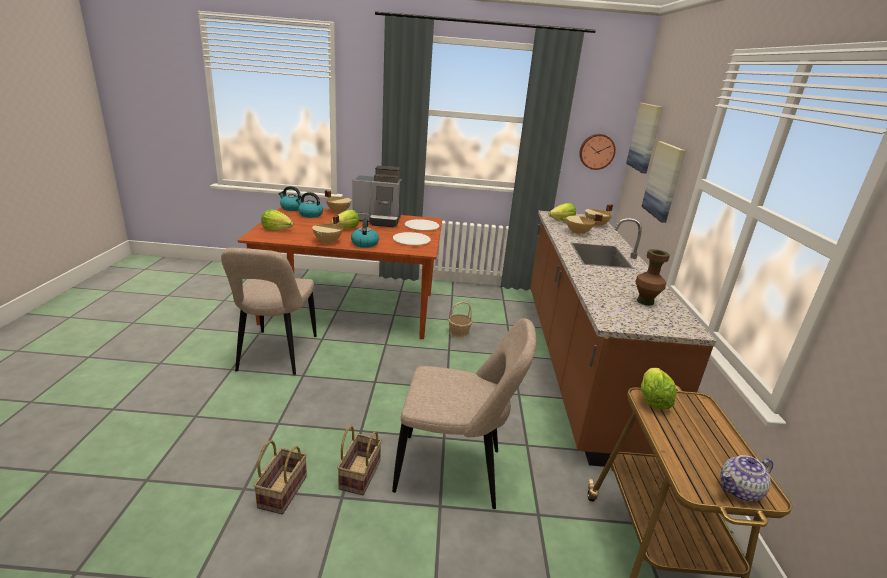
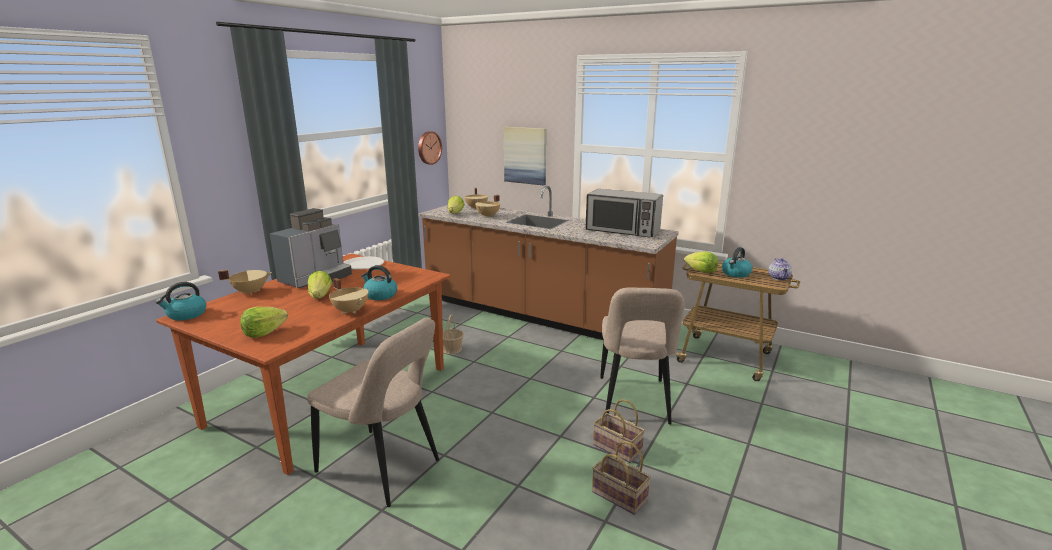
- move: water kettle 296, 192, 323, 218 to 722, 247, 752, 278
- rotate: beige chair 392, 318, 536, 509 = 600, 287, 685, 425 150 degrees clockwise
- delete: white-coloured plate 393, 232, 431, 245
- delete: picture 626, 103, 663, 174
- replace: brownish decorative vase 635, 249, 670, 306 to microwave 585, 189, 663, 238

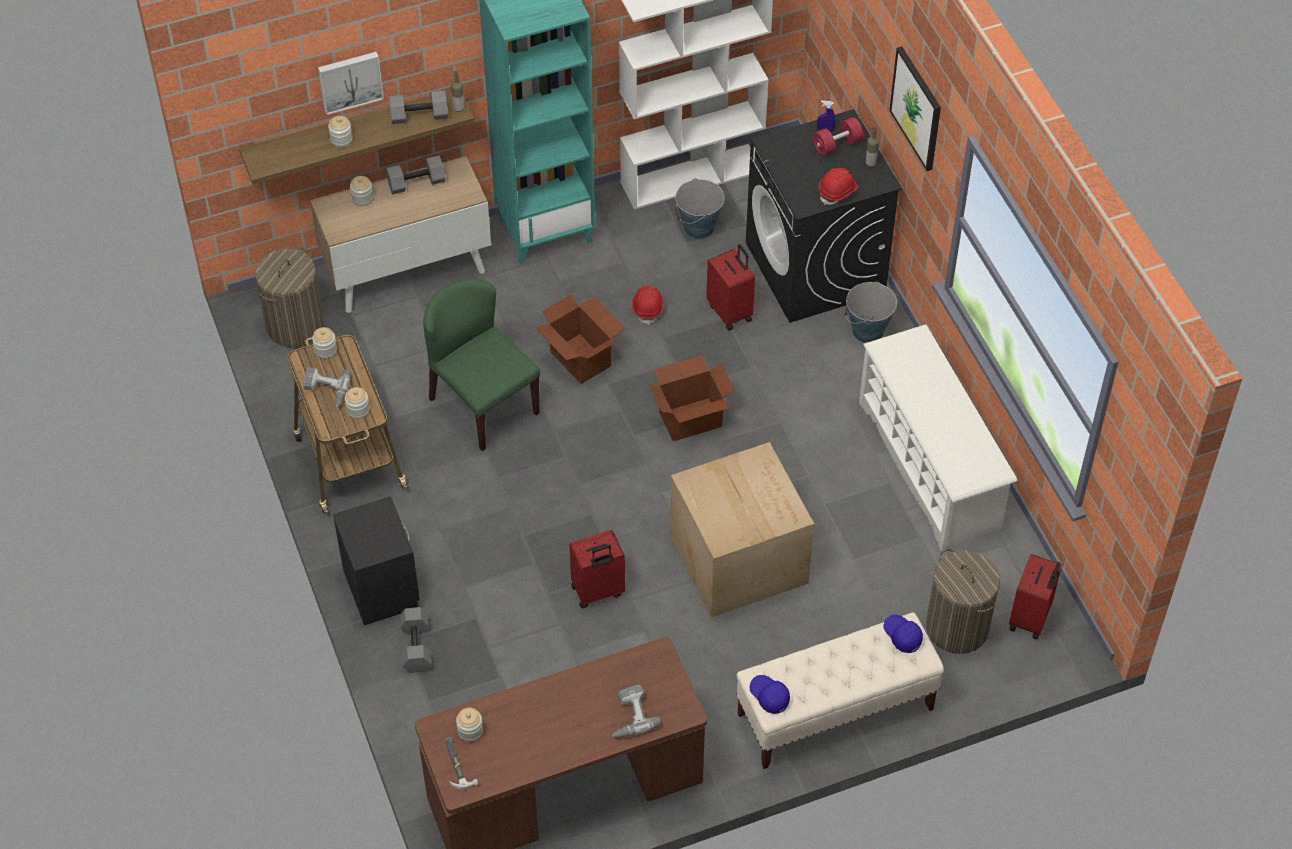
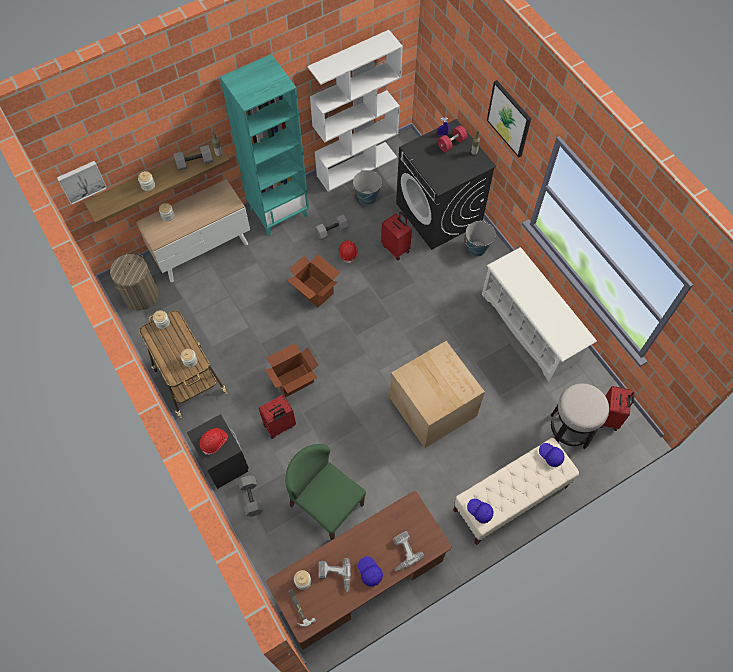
- move: power drill 303, 367, 351, 407 to 319, 558, 351, 592
- move: picture 318, 52, 384, 115 to 57, 161, 107, 205
- move: greyish dumbbell 386, 156, 446, 194 to 314, 214, 349, 240
- move: greenish chair 423, 279, 540, 451 to 285, 444, 366, 540
- move: reddish travel case 570, 530, 625, 608 to 259, 395, 296, 439
- move: cardboard box 649, 356, 734, 441 to 265, 343, 318, 397
- move: reddish hard hat 818, 168, 859, 205 to 200, 428, 228, 455
- replace: laundry basket 926, 549, 1000, 654 to sitting stool 550, 383, 609, 449
- insert: bluish baseball cap 358, 556, 383, 587

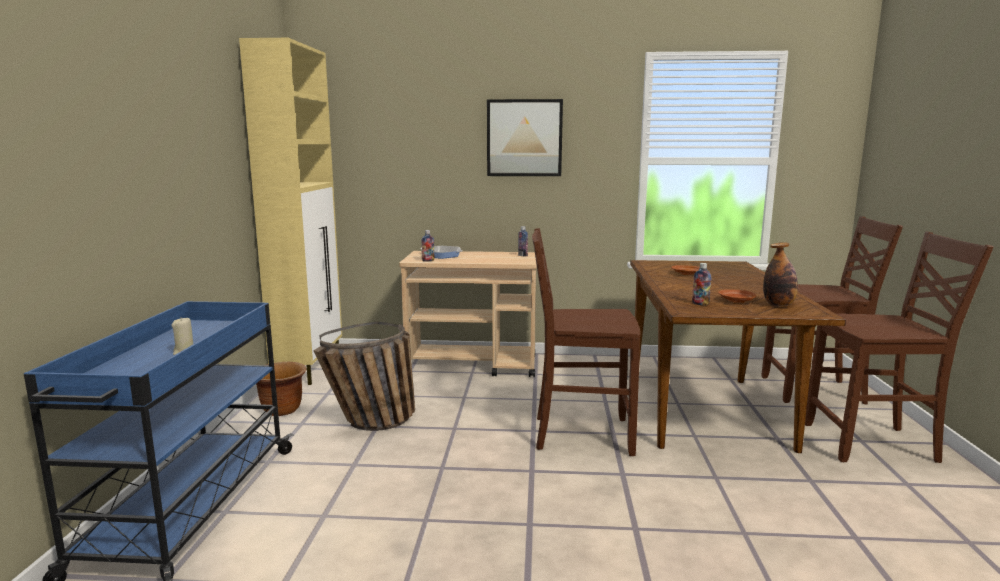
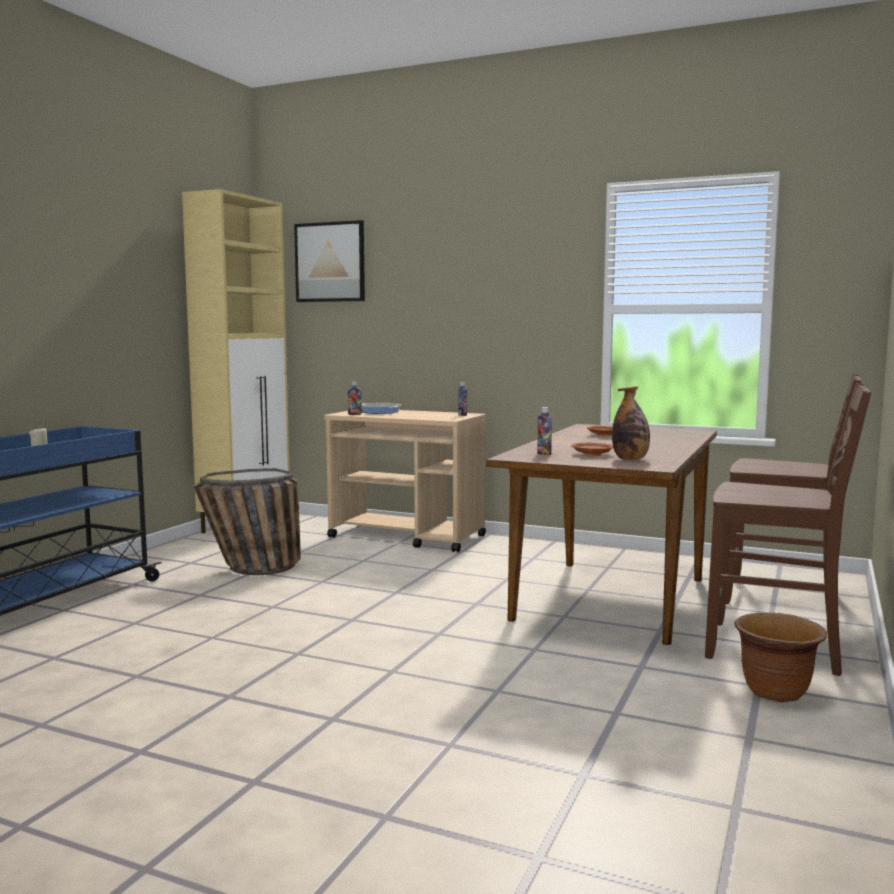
- move: brownish flower pot 256, 362, 306, 416 to 735, 613, 827, 702
- move: picture 487, 99, 563, 176 to 294, 220, 365, 302
- delete: brownish chair 532, 228, 640, 456

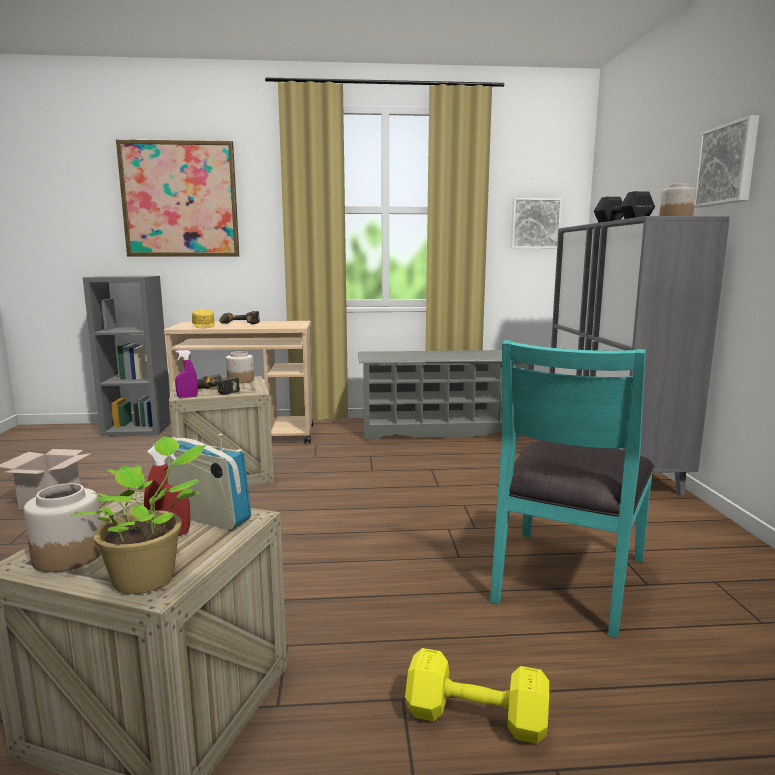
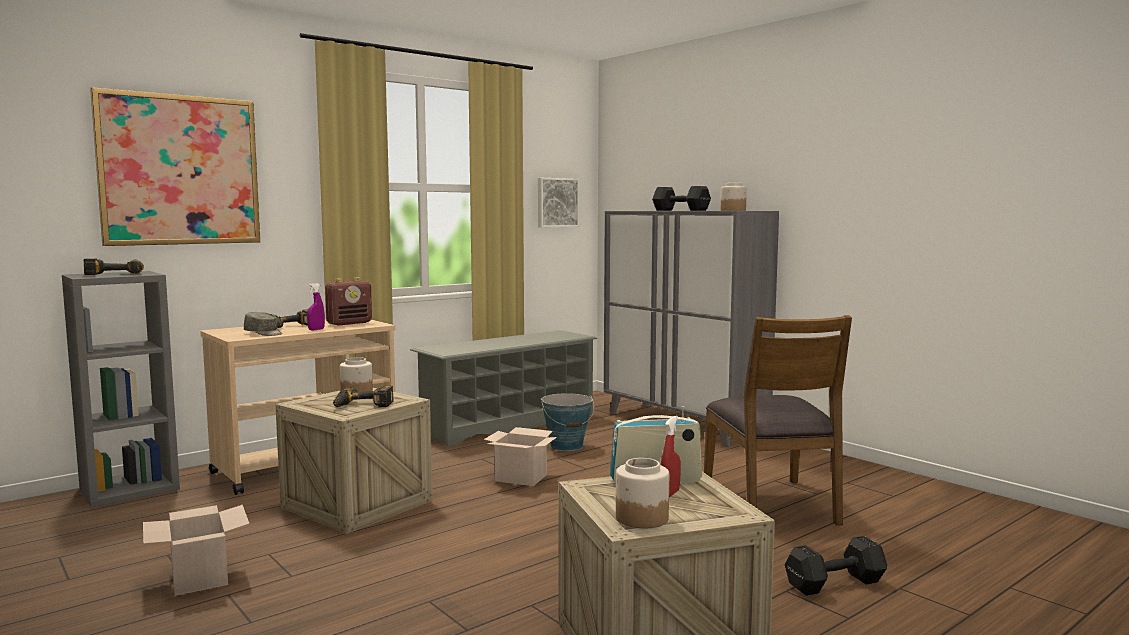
- delete: plant in a pot 70, 436, 206, 594
- move: purple-coloured hand sprayer 175, 350, 198, 398 to 307, 283, 325, 330
- recolor: yellowish baseball cap 192, 309, 215, 328 to greyish baseball cap 244, 312, 282, 336
- recolor: yellowish dumbbell 405, 648, 549, 744 to blackish dumbbell 785, 536, 887, 596
- recolor: blue-green chair 490, 340, 654, 638 to brownish chair 704, 315, 852, 526
- delete: picture 694, 115, 759, 207
- insert: power drill 84, 258, 144, 275
- insert: radio 325, 278, 372, 326
- insert: cardboard box 484, 427, 557, 486
- insert: water bucket 541, 393, 594, 451

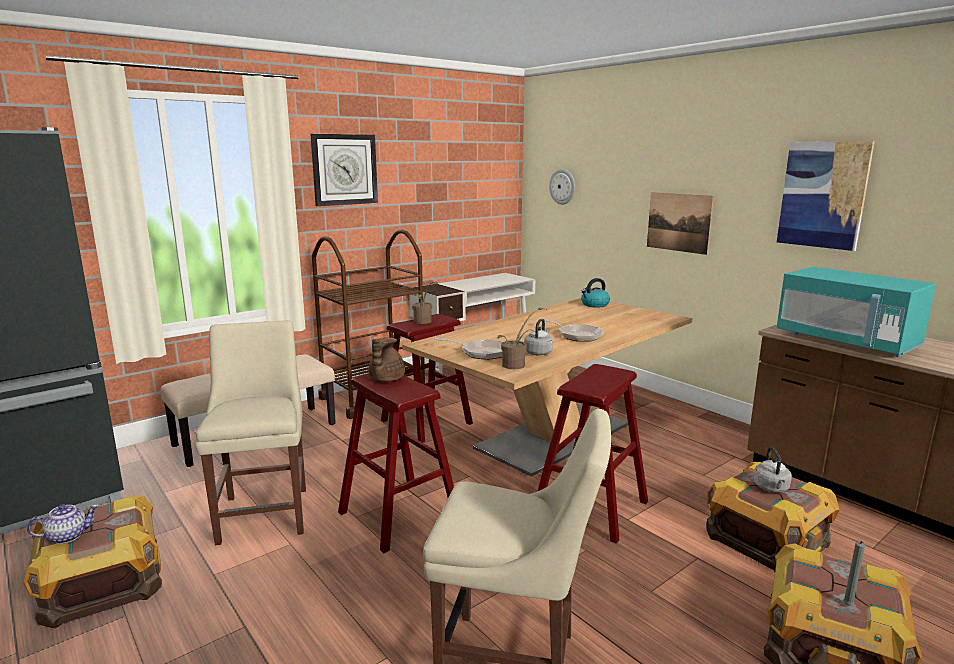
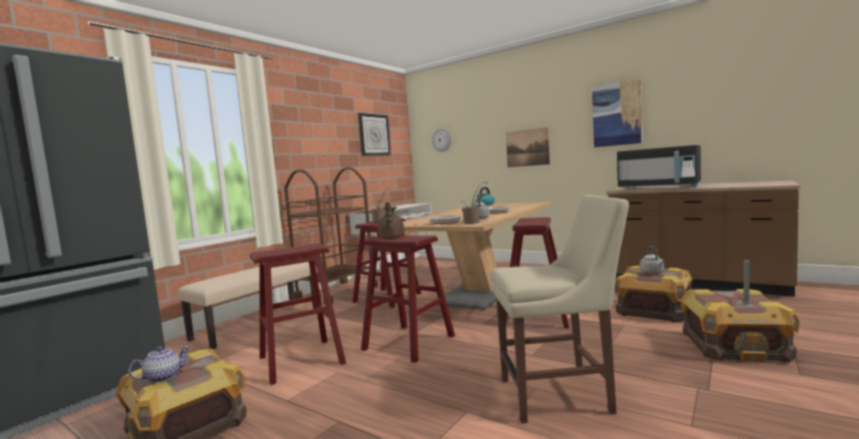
- replace: beige chair 196, 320, 306, 545 to reddish sitting stool 250, 243, 346, 385
- move: wall clock 310, 134, 378, 206 to 358, 113, 391, 156
- recolor: blue-green microwave 777, 267, 936, 357 to blackish microwave 617, 145, 701, 190

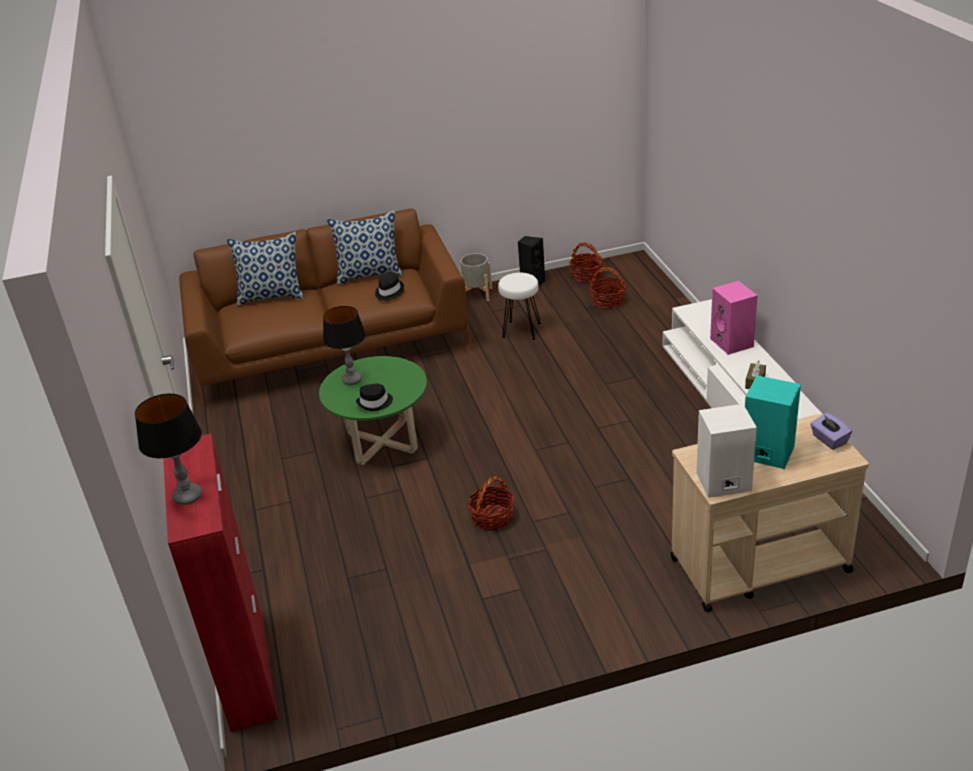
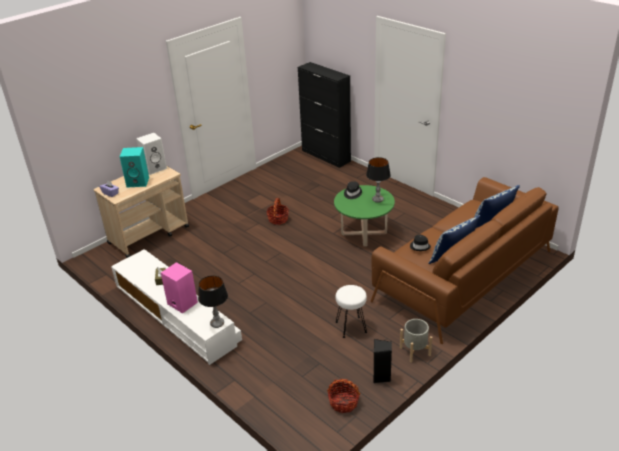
- move: tabletop lamp 135, 393, 202, 505 to 198, 276, 228, 328
- recolor: reddish storage cabinet 163, 433, 278, 732 to blackish storage cabinet 298, 62, 351, 168
- delete: basket 590, 267, 626, 308

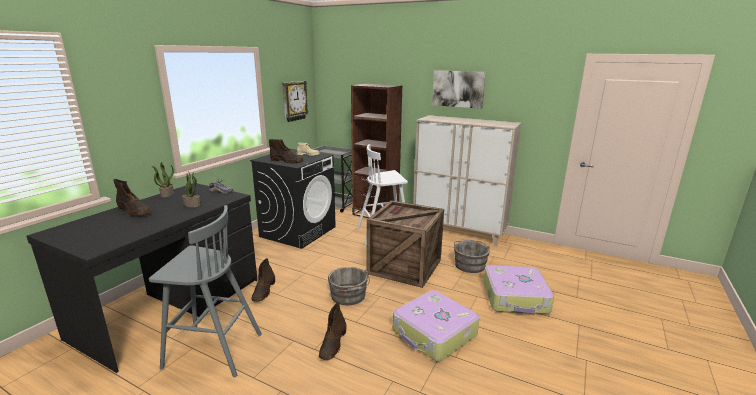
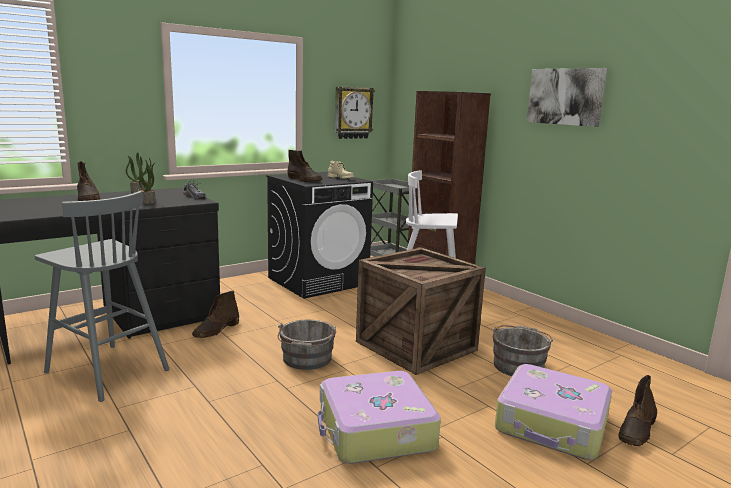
- move: brownish high-top boot 319, 302, 347, 360 to 619, 375, 657, 446
- delete: beige storage cabinet 413, 115, 521, 246

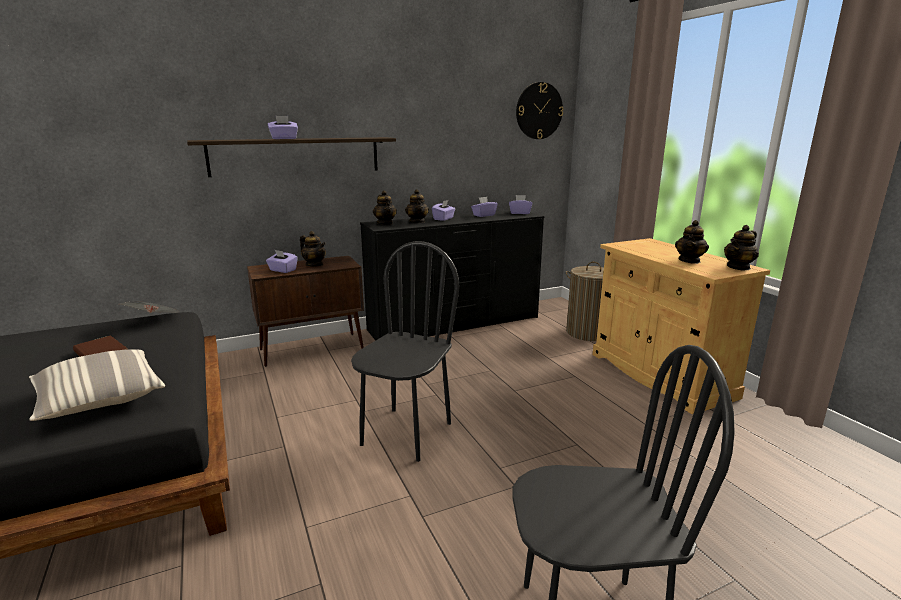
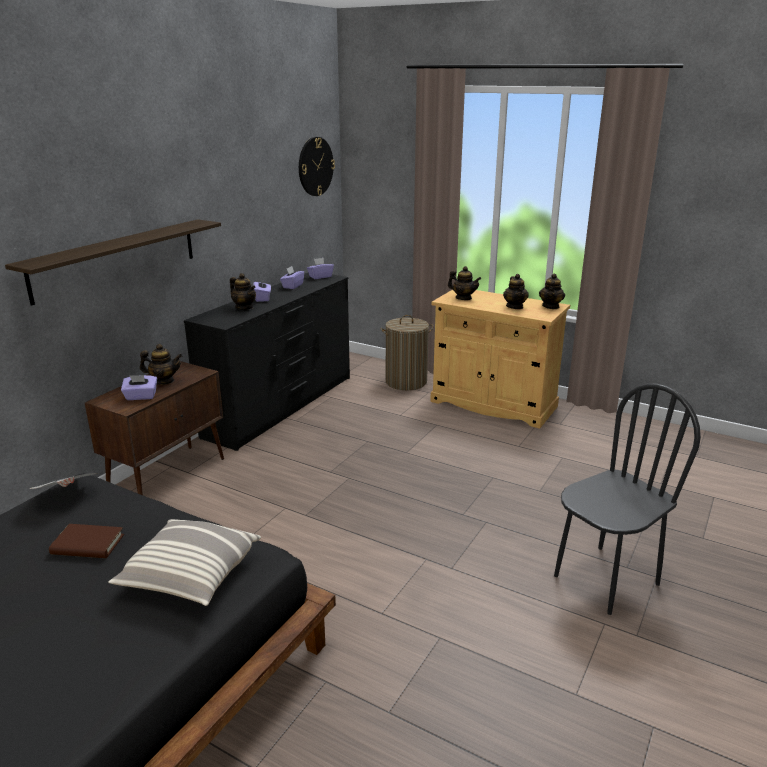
- delete: purple-coloured box of tissues 268, 116, 298, 139
- delete: blackish chair 351, 241, 460, 462
- move: teapot 373, 190, 397, 225 to 448, 266, 481, 300

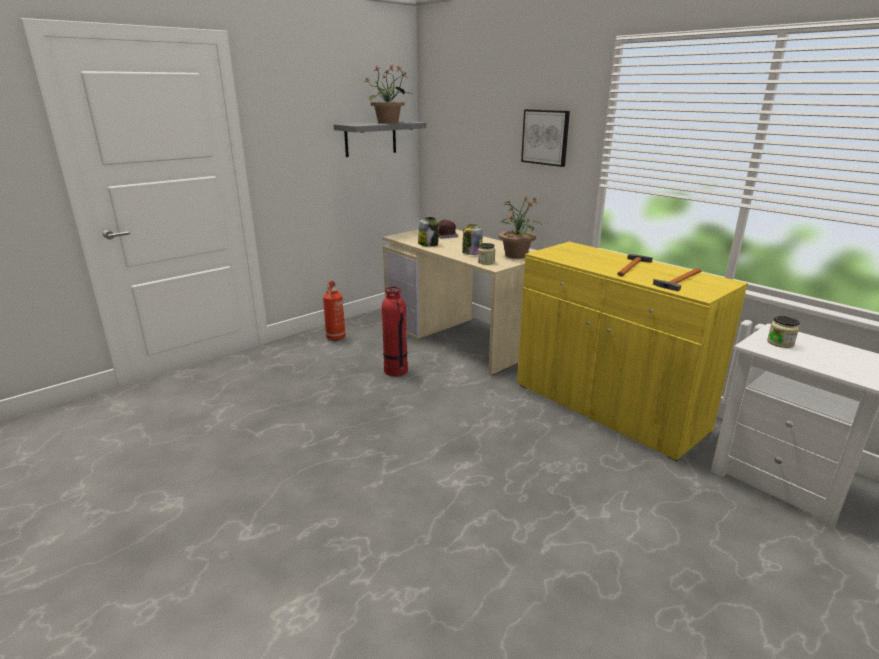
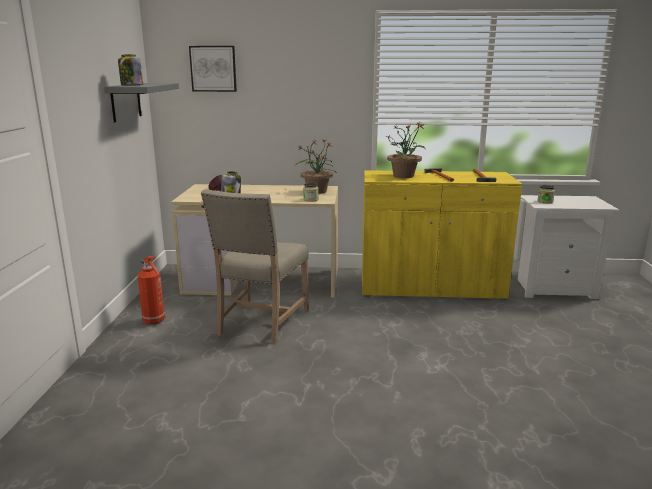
- move: plant in a pot 363, 65, 412, 124 to 387, 122, 426, 178
- replace: fire extinguisher 382, 287, 408, 376 to beige chair 201, 189, 309, 344
- move: preserve jar 462, 224, 483, 255 to 118, 54, 143, 86
- move: picture 521, 109, 570, 167 to 189, 46, 237, 92

